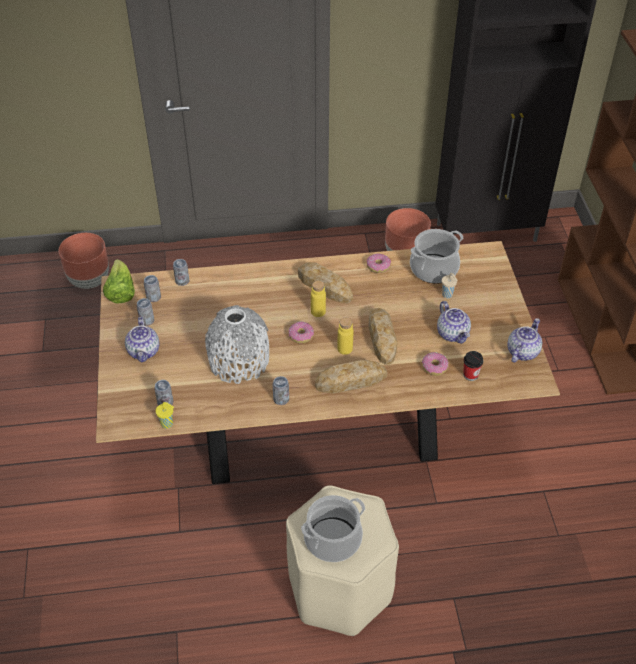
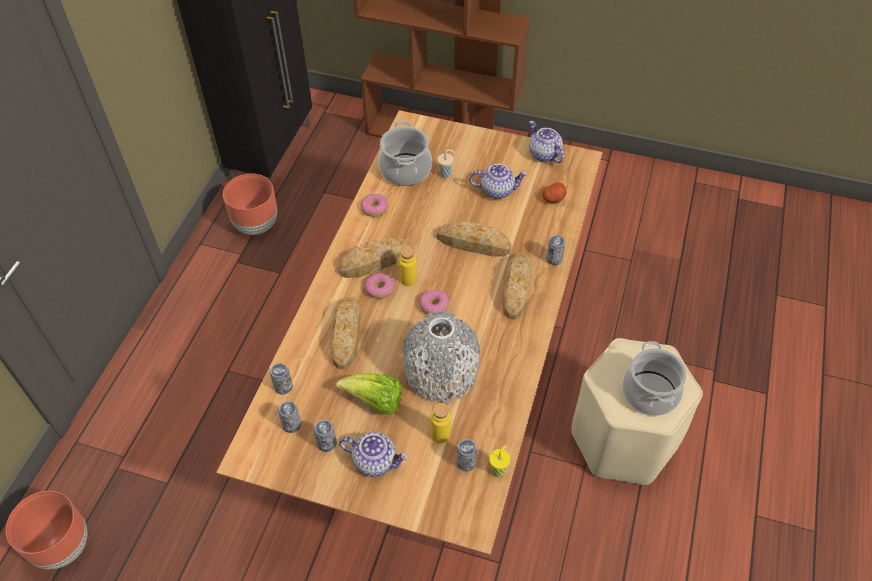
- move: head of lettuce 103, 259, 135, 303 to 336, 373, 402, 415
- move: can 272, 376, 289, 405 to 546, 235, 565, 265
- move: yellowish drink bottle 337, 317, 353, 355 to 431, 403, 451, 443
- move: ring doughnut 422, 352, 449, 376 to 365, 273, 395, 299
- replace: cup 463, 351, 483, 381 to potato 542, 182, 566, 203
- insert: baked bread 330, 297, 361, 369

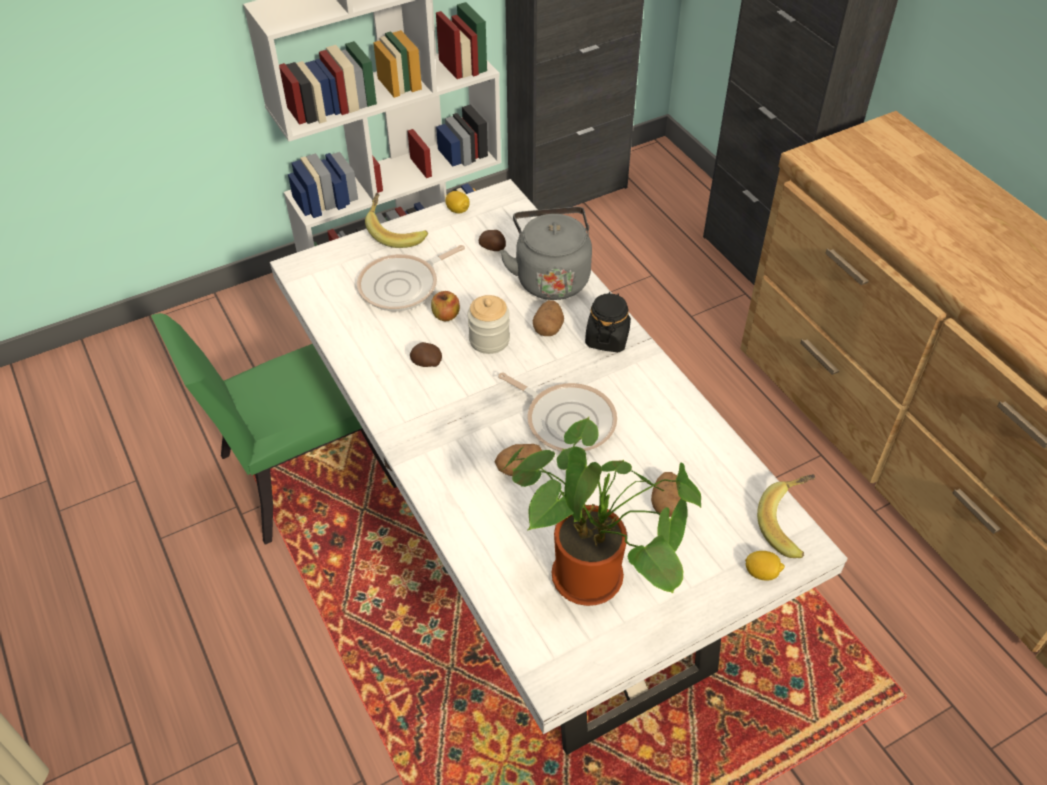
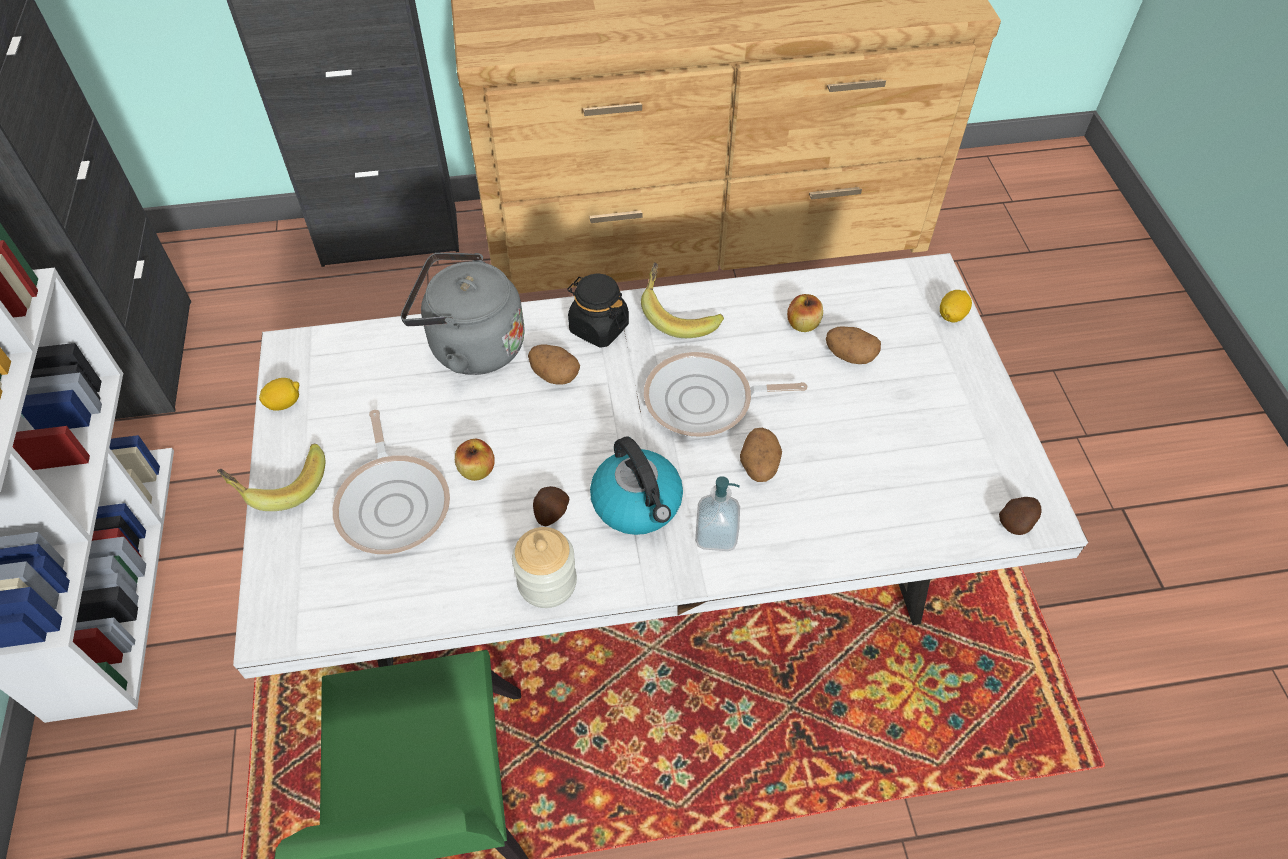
- move: preserve jar 467, 295, 510, 354 to 512, 527, 577, 608
- move: potato 479, 230, 506, 251 to 999, 497, 1042, 535
- rotate: pan 498, 372, 617, 452 = 644, 352, 808, 437 150 degrees counterclockwise
- delete: plant in a pot 502, 417, 701, 606
- move: banana 757, 474, 815, 558 to 641, 262, 724, 338
- insert: water kettle 590, 437, 683, 535
- insert: liquid soap bottle 695, 476, 740, 551
- insert: whole apple 787, 294, 823, 332

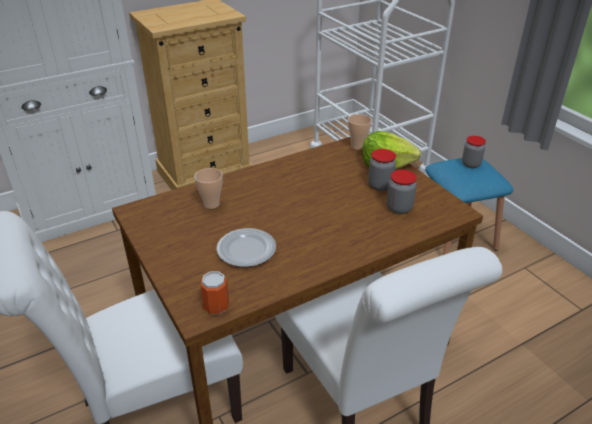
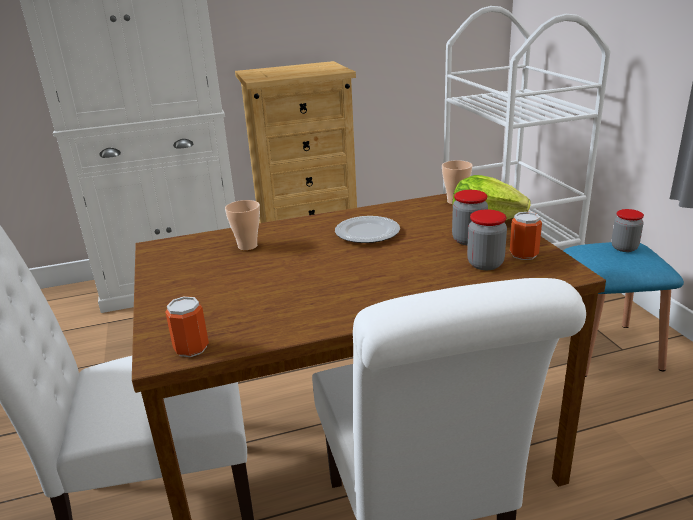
- move: plate 216, 228, 276, 267 to 335, 216, 400, 243
- insert: can 510, 212, 542, 260

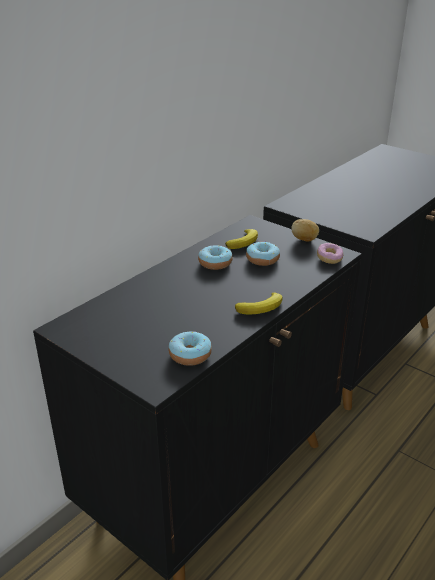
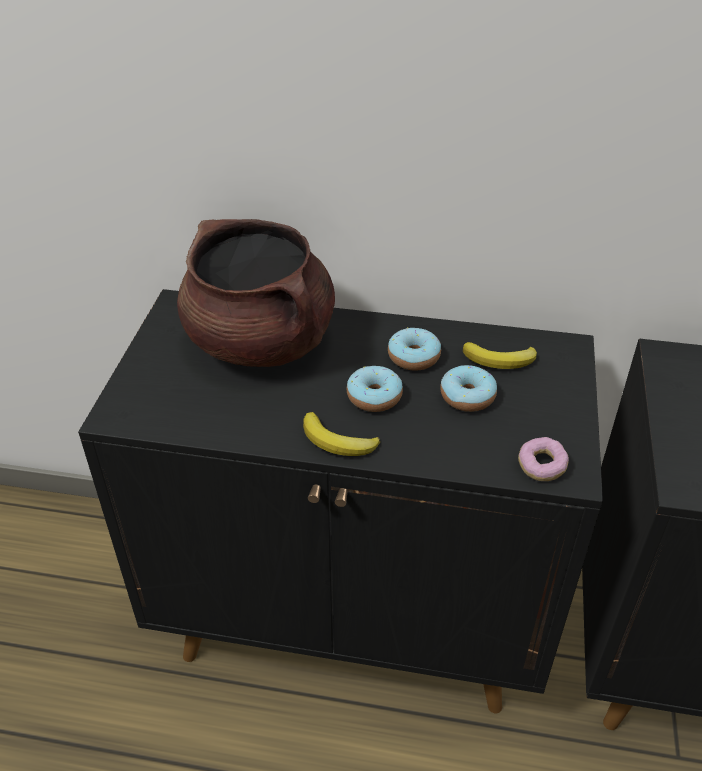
- move: ring doughnut 168, 331, 212, 366 to 347, 366, 403, 412
- delete: potato 291, 219, 319, 242
- insert: brownish cooking pot 177, 219, 335, 367

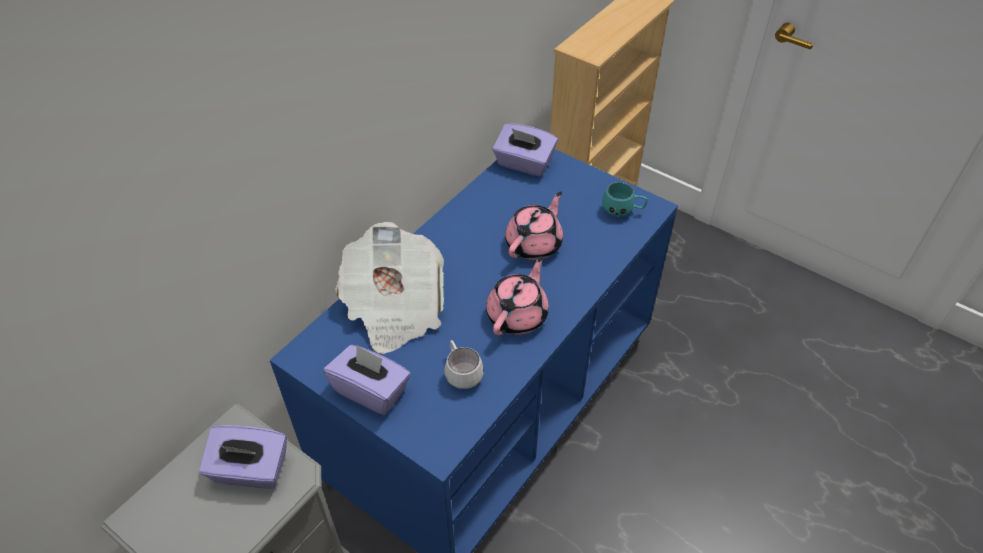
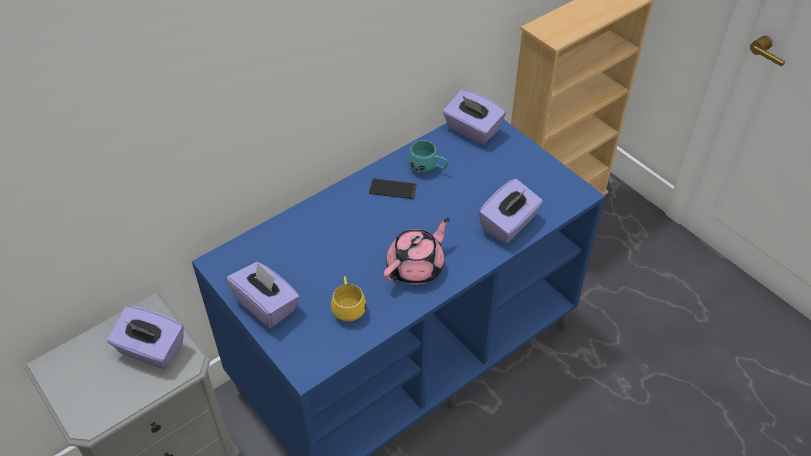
- delete: daily paper 336, 222, 444, 354
- recolor: white-coloured tea mug 444, 340, 484, 389 to yellowish tea mug 331, 276, 367, 322
- delete: pinkish teapot 505, 191, 563, 260
- move: blue-green tea mug 602, 182, 648, 217 to 408, 140, 448, 173
- insert: phone 369, 178, 417, 199
- insert: purple-coloured box of tissues 478, 179, 543, 244

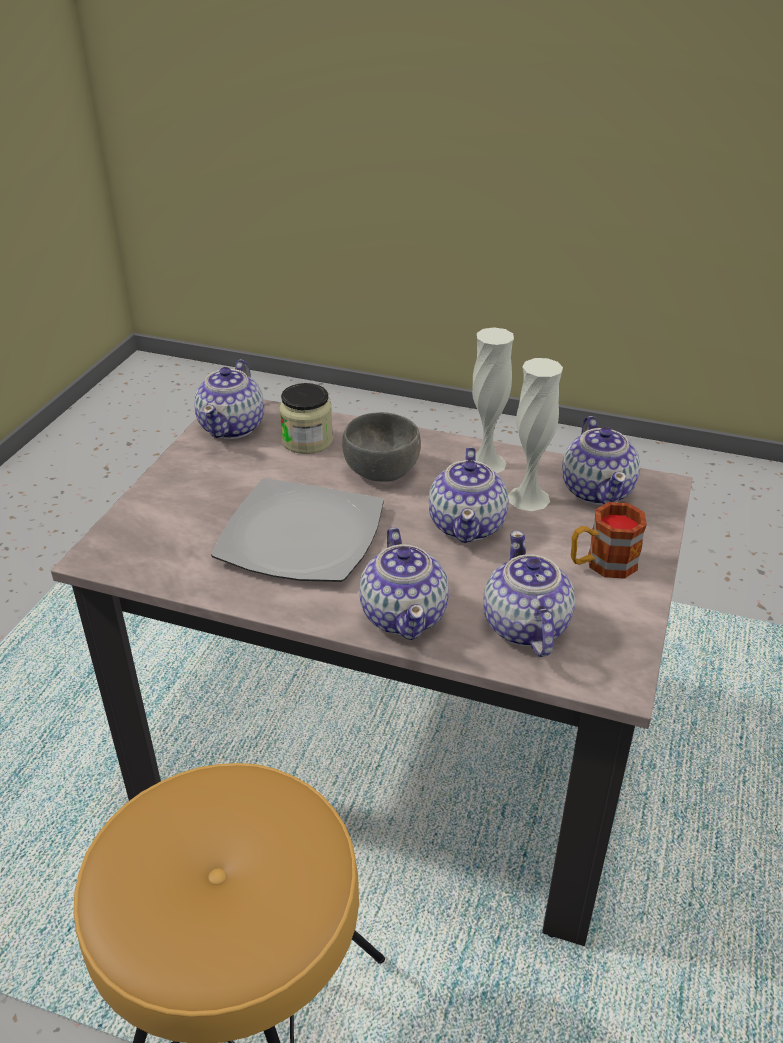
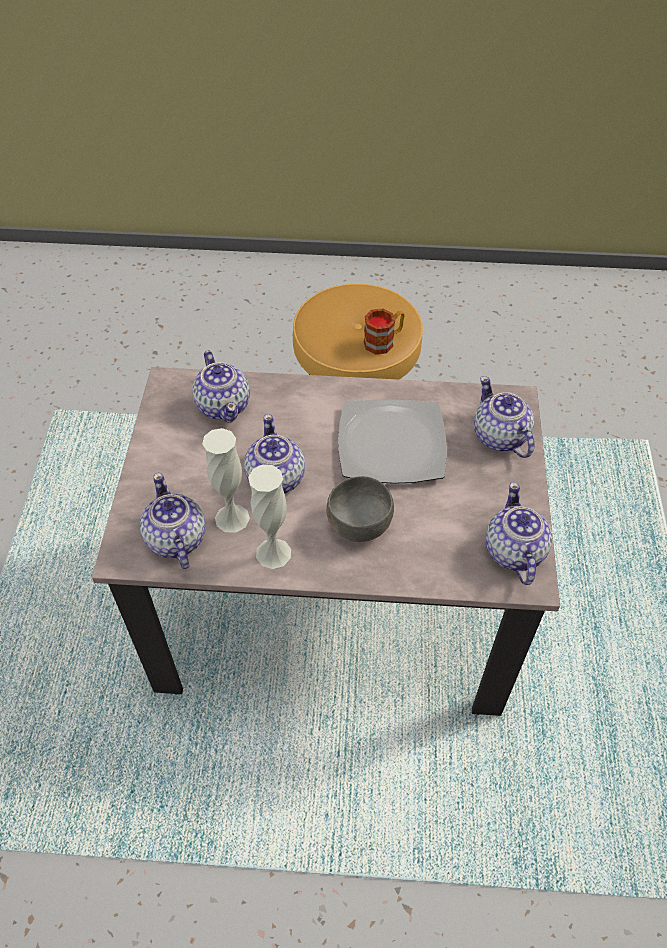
- delete: preserve jar 279, 383, 333, 454
- move: teapot 359, 527, 449, 640 to 474, 376, 535, 458
- move: tea mug 571, 502, 647, 579 to 364, 308, 404, 355

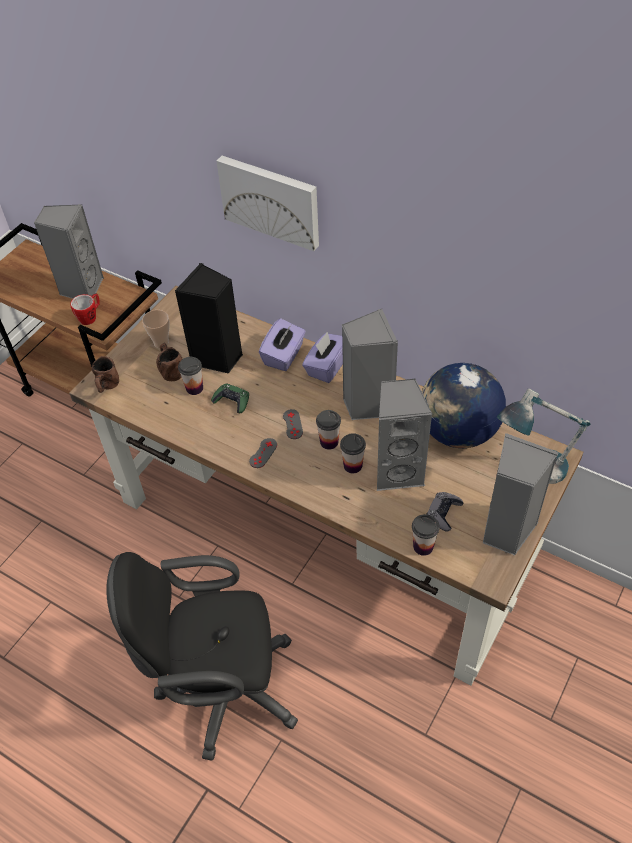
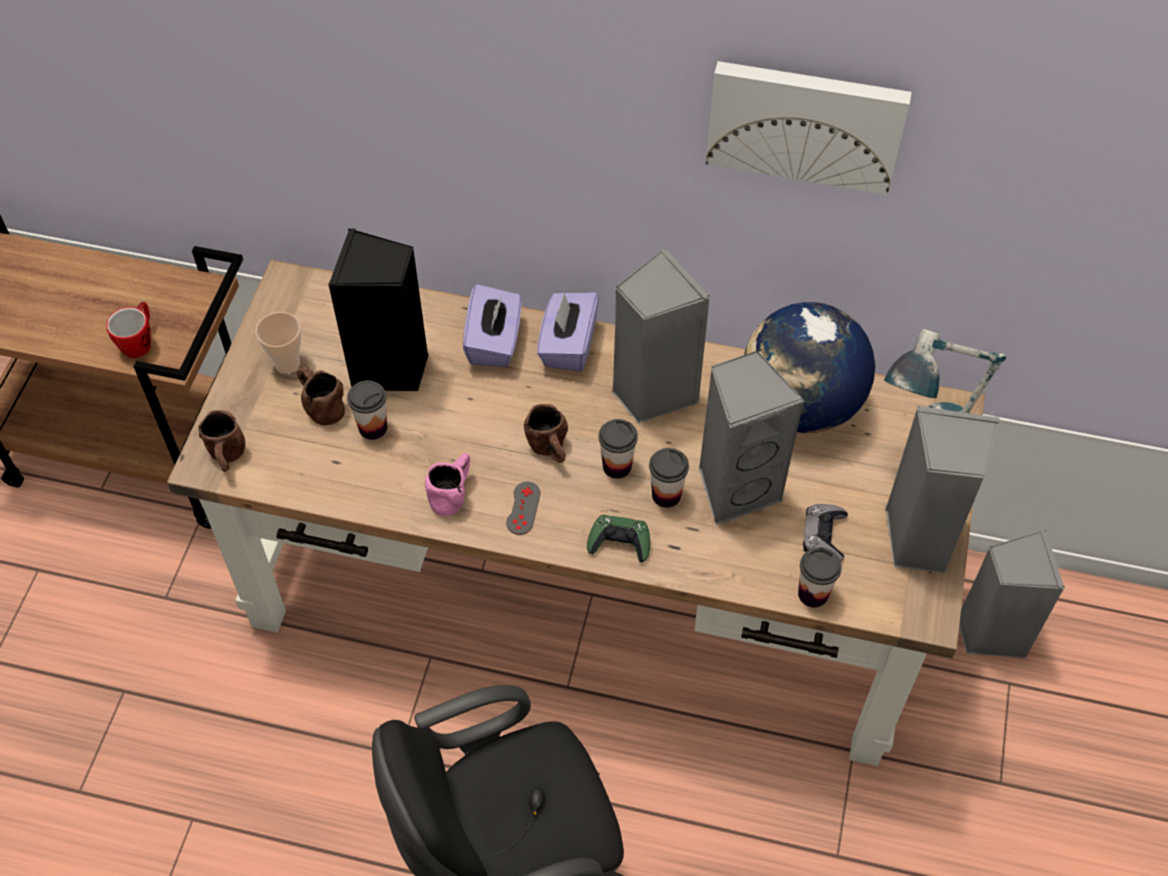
- move: greyish loudspeaker 34, 204, 104, 299 to 959, 530, 1065, 658
- move: greenish game controller 211, 384, 249, 414 to 587, 515, 650, 562
- move: picture 216, 156, 319, 251 to 706, 61, 912, 195
- replace: greyish game controller 283, 409, 303, 439 to brownish tea mug 524, 404, 568, 463
- insert: pinkish tea mug 425, 453, 470, 516

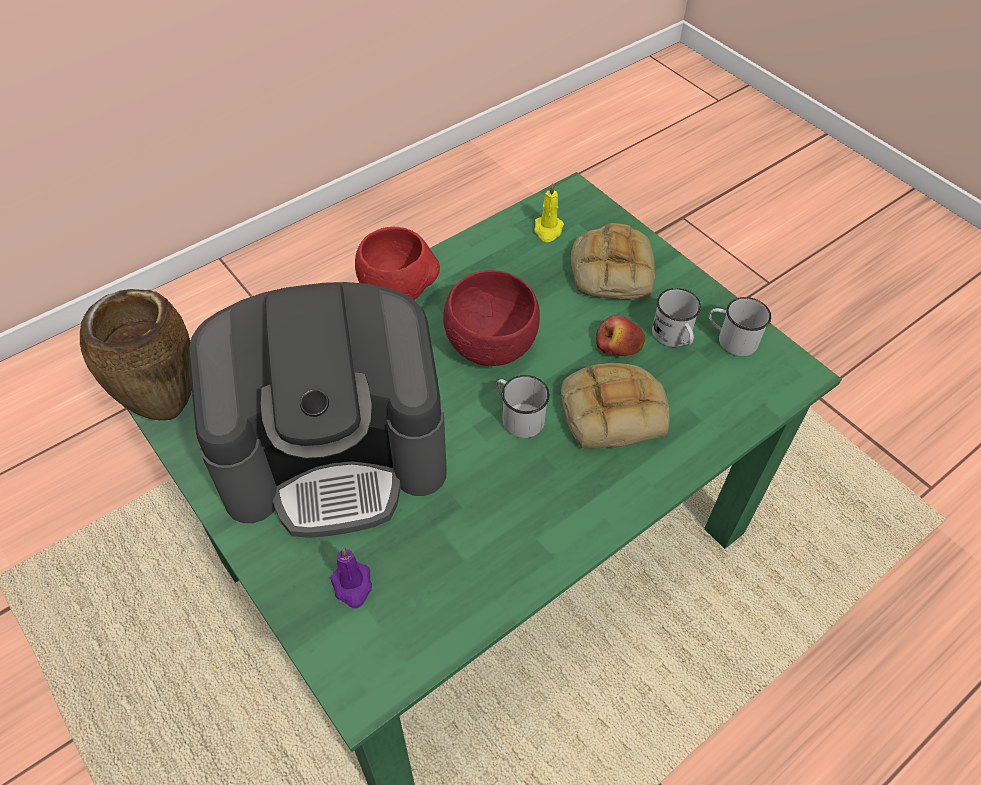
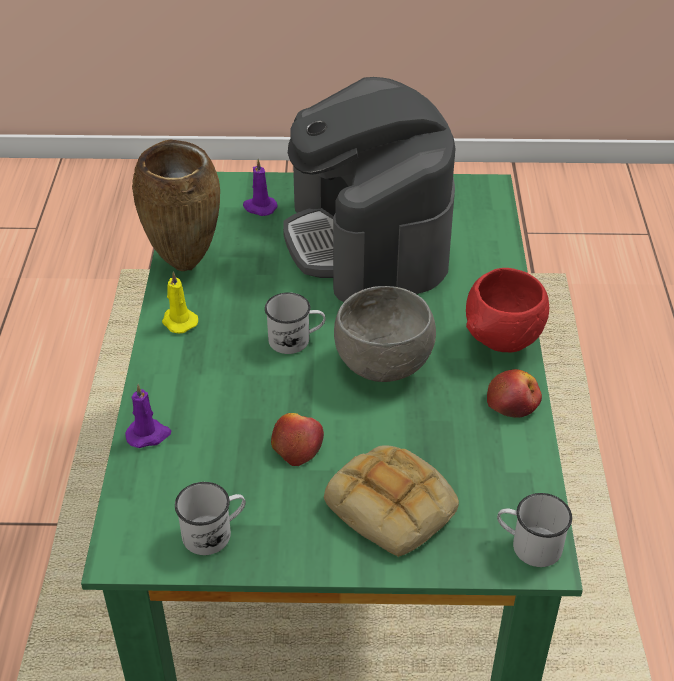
- move: brownish decorative vase 80, 289, 192, 420 to 132, 139, 220, 271
- rotate: coffee brewer 188, 282, 447, 538 = 283, 77, 455, 302 45 degrees counterclockwise
- recolor: reddish bowl 443, 270, 540, 366 to greyish bowl 334, 286, 436, 382
- move: yellowish wax candle 534, 183, 564, 242 to 162, 271, 198, 333
- delete: baked bread 561, 363, 670, 448
- move: white-coloured tea mug 652, 288, 701, 347 to 497, 493, 572, 567
- insert: purple-coloured wax candle 125, 384, 171, 448
- insert: whole apple 487, 369, 542, 418

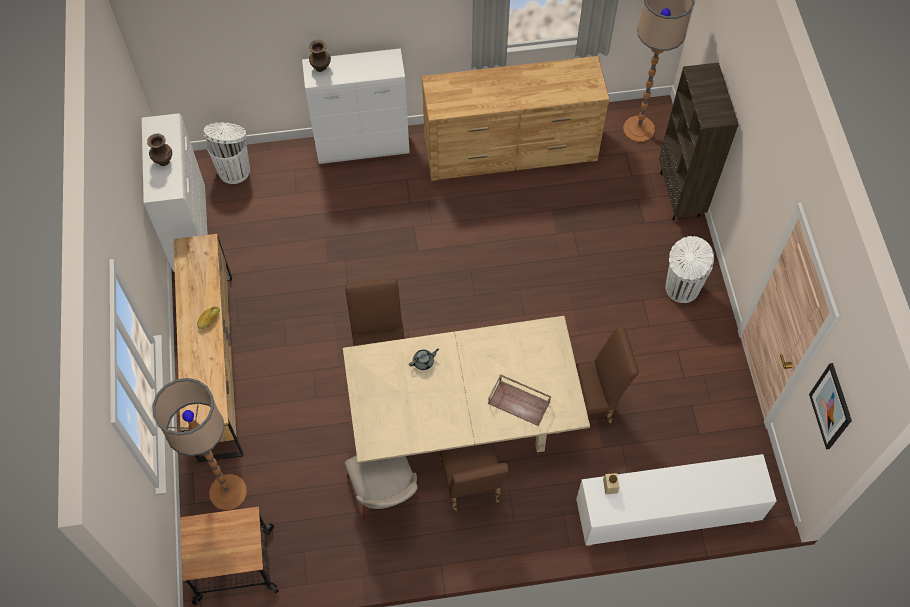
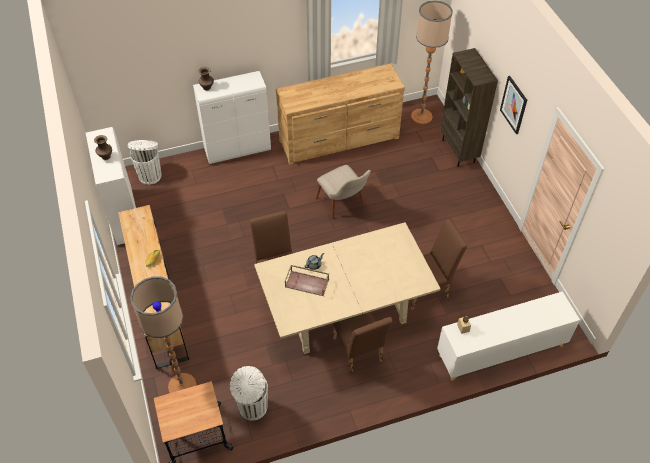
- move: beige chair 345, 455, 419, 521 to 316, 165, 371, 219
- move: brownish tray 488, 374, 551, 426 to 285, 265, 329, 296
- move: white-coloured rubbish bin 665, 236, 714, 303 to 230, 366, 268, 421
- move: picture 809, 363, 852, 449 to 500, 76, 527, 134

